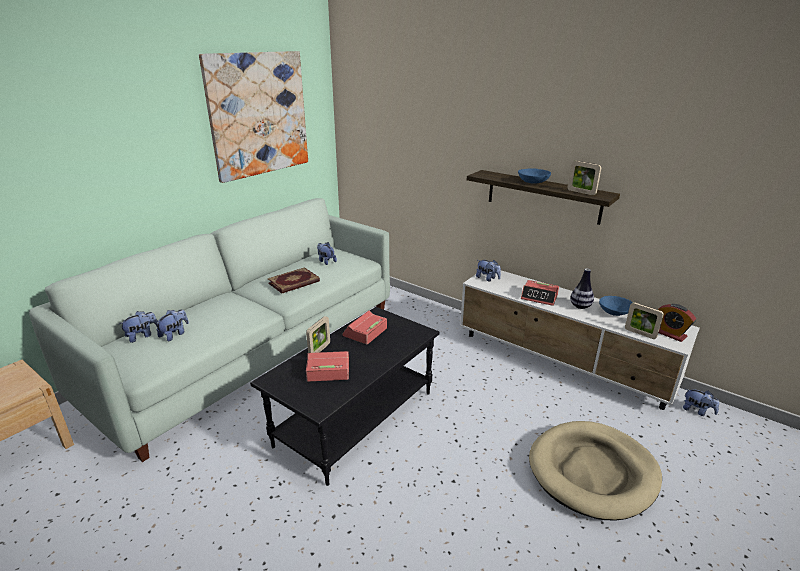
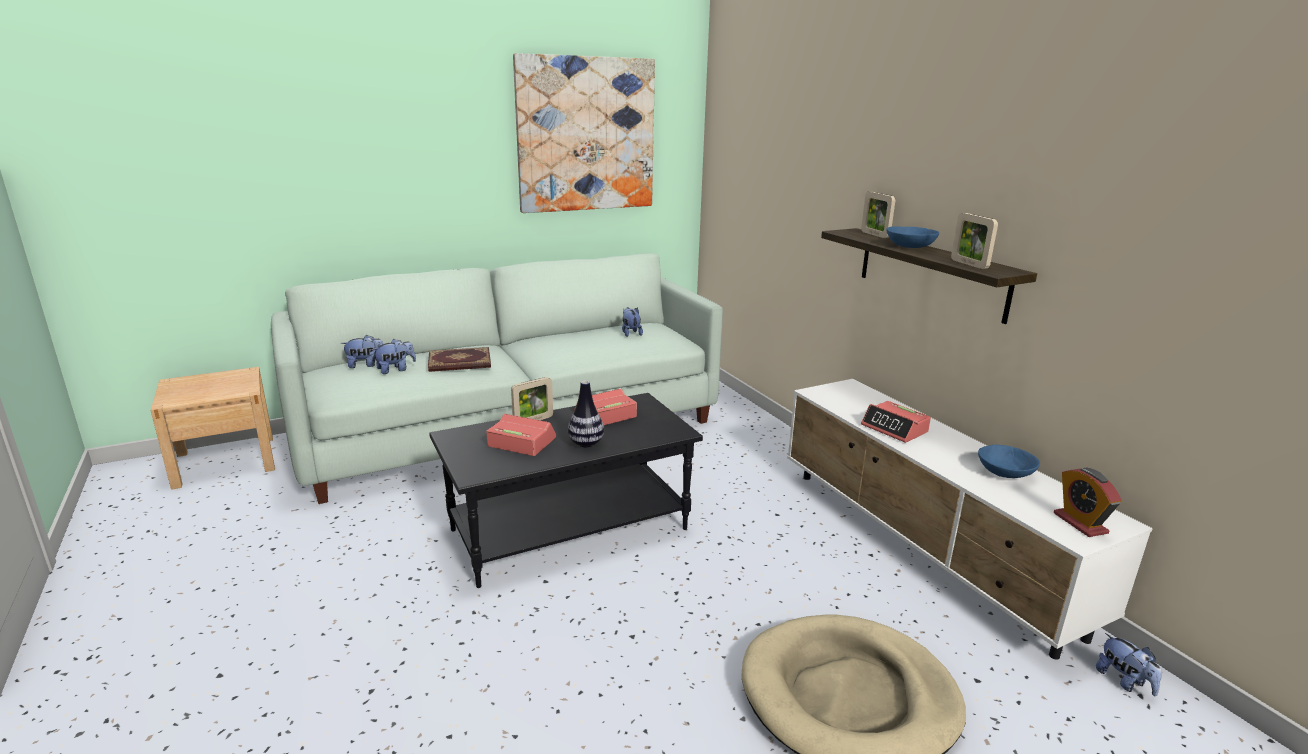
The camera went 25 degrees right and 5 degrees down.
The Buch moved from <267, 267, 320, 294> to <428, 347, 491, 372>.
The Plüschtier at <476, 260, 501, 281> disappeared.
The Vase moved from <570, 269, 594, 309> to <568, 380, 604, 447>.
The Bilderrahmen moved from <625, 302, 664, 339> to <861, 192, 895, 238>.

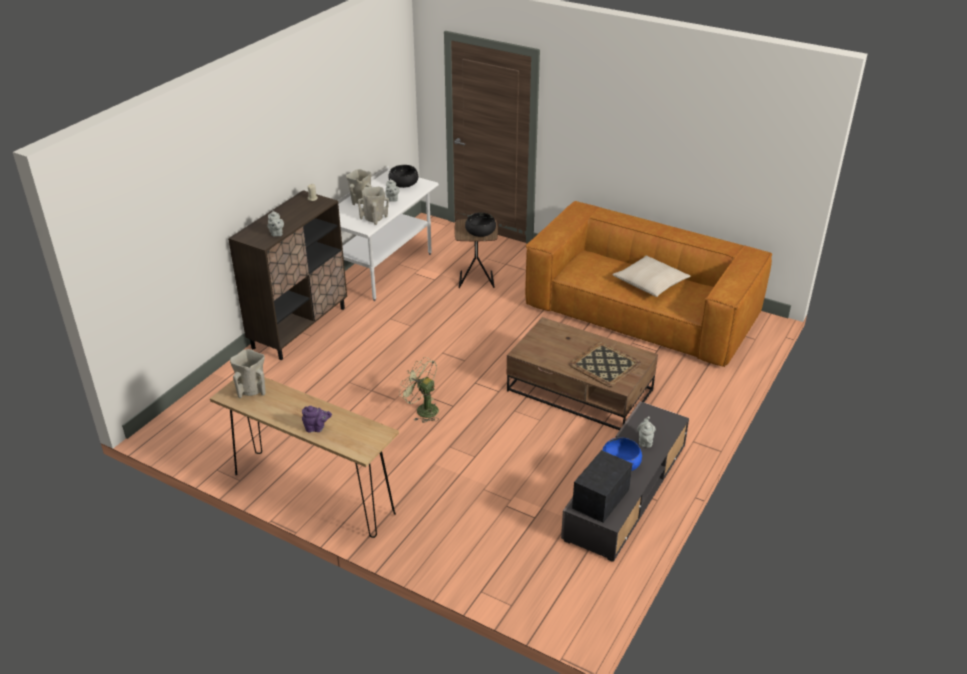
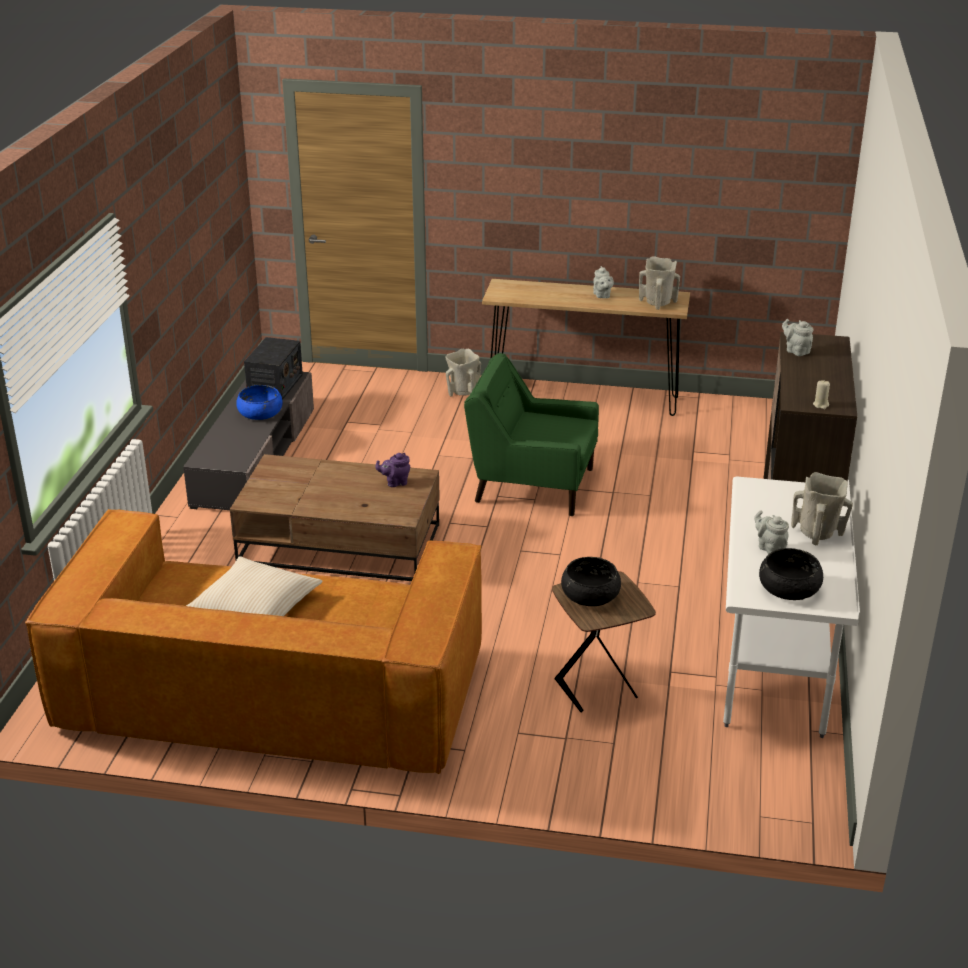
The camera went 160 degrees right and 5 degrees down.
The Teekanne/lila moved from <302, 406, 332, 432> to <375, 453, 410, 487>.
The Vase/beige moved from <358, 187, 389, 225> to <445, 349, 481, 397>.
The Ventilator/grün at <399, 357, 439, 423> was replaced by the Sessel/grün at <464, 353, 599, 516>.
The Tablett at <569, 342, 641, 387> disappeared.
The Teekanne/grau moved from <637, 416, 656, 448> to <593, 266, 614, 298>.

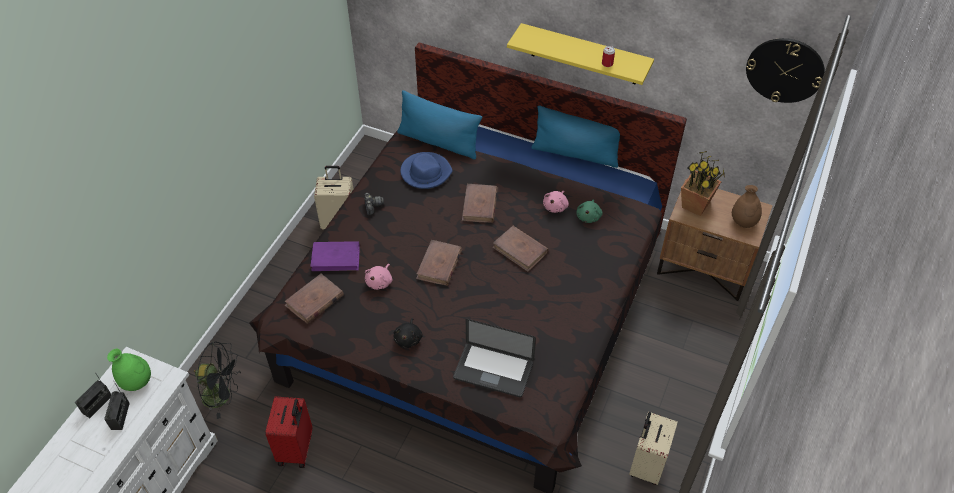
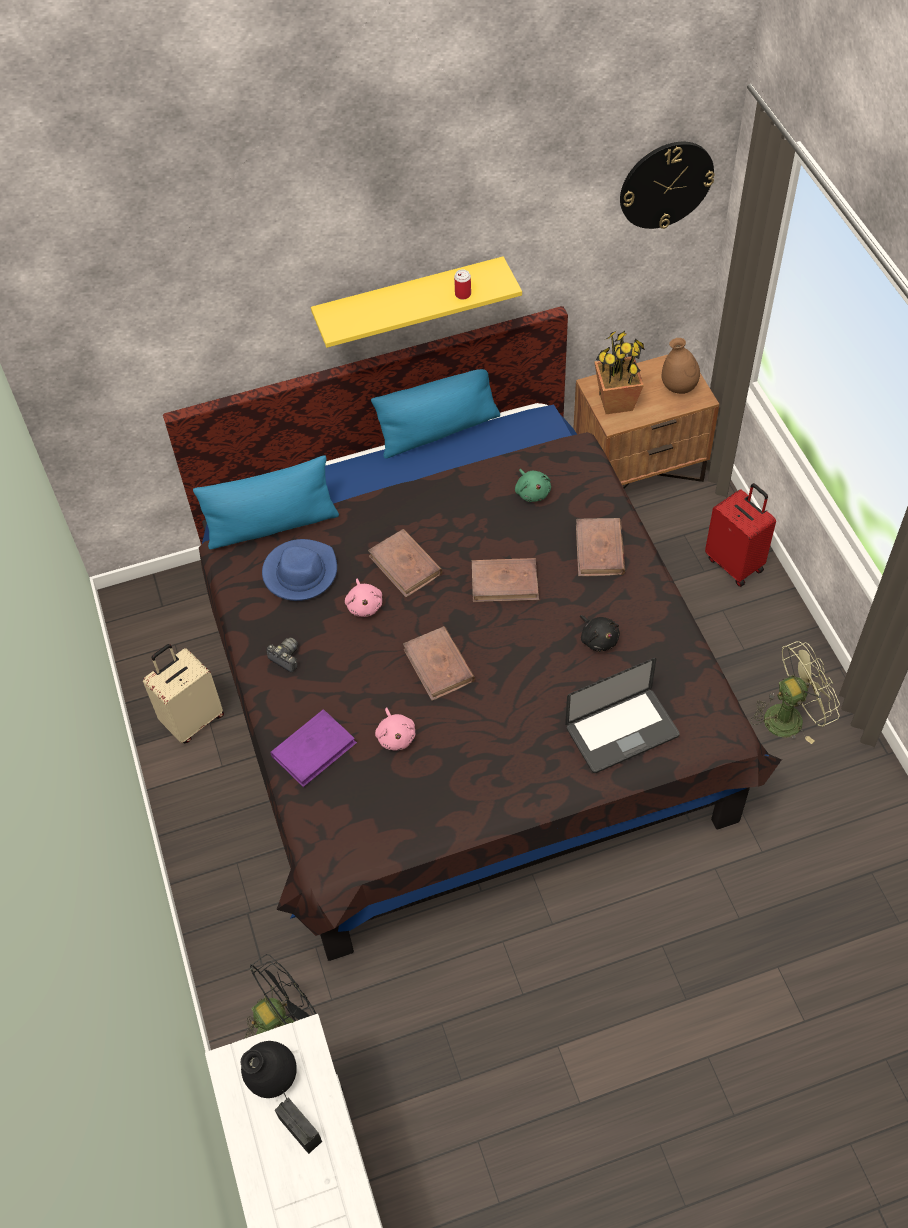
The camera went 40 degrees left and 5 degrees up.
The Radio at <75, 372, 111, 418> disappeared.
The Vase/grün at <107, 349, 151, 391> became the Vase/schwarz at <241, 1041, 297, 1098>.
The Koffer/rot moved from <265, 396, 313, 468> to <705, 483, 776, 587>.
The Buch/braun moved from <285, 274, 344, 324> to <576, 518, 625, 577>.
The Plüschtier/schwarz moved from <393, 318, 423, 348> to <580, 615, 620, 652>.
The Plüschtier/rosa moved from <543, 191, 569, 213> to <345, 579, 382, 617>.
The Koffer/beige at <629, 412, 678, 485> was replaced by the Ventilator/grün at <751, 641, 840, 744>.

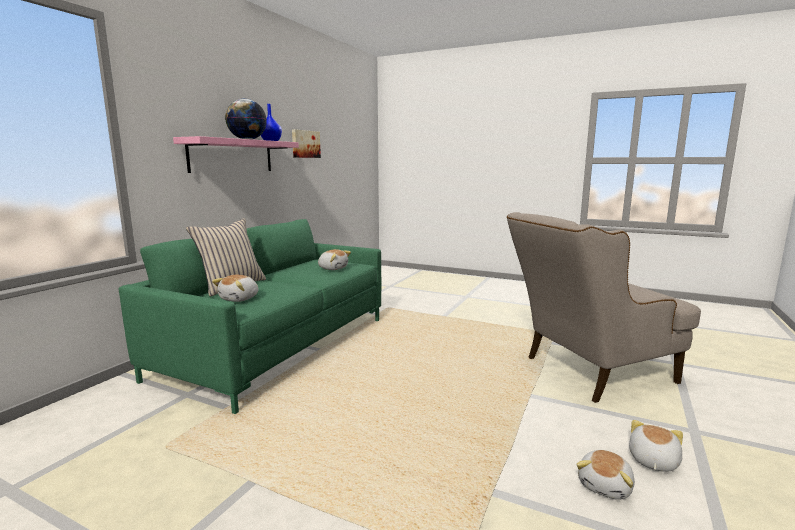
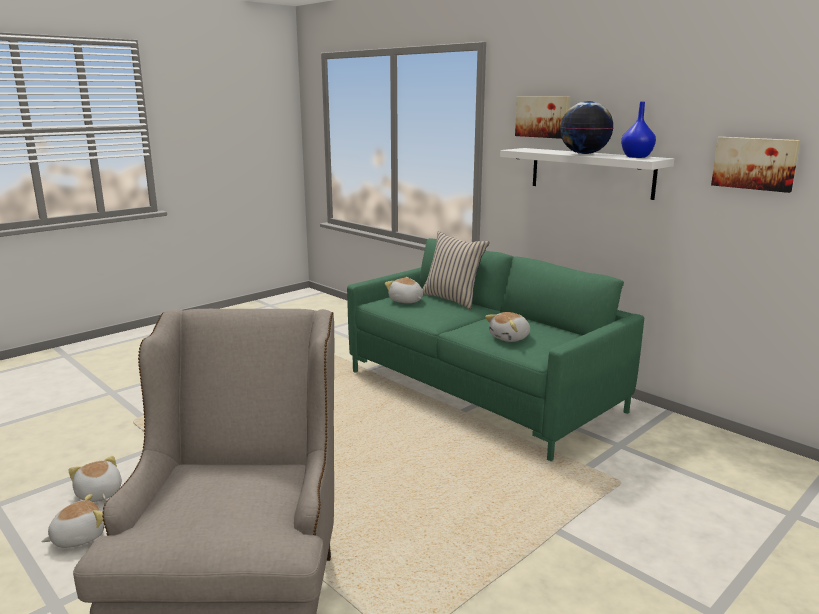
The camera went 110 degrees right and 5 degrees up.
The Wandregal/rosa at <173, 136, 299, 173> became the Wandregal/weiß at <500, 148, 674, 200>.
The Plüschtier at <629, 420, 683, 472> turned 90 degrees counterclockwise.
The Bild at <515, 96, 571, 139> appeared.

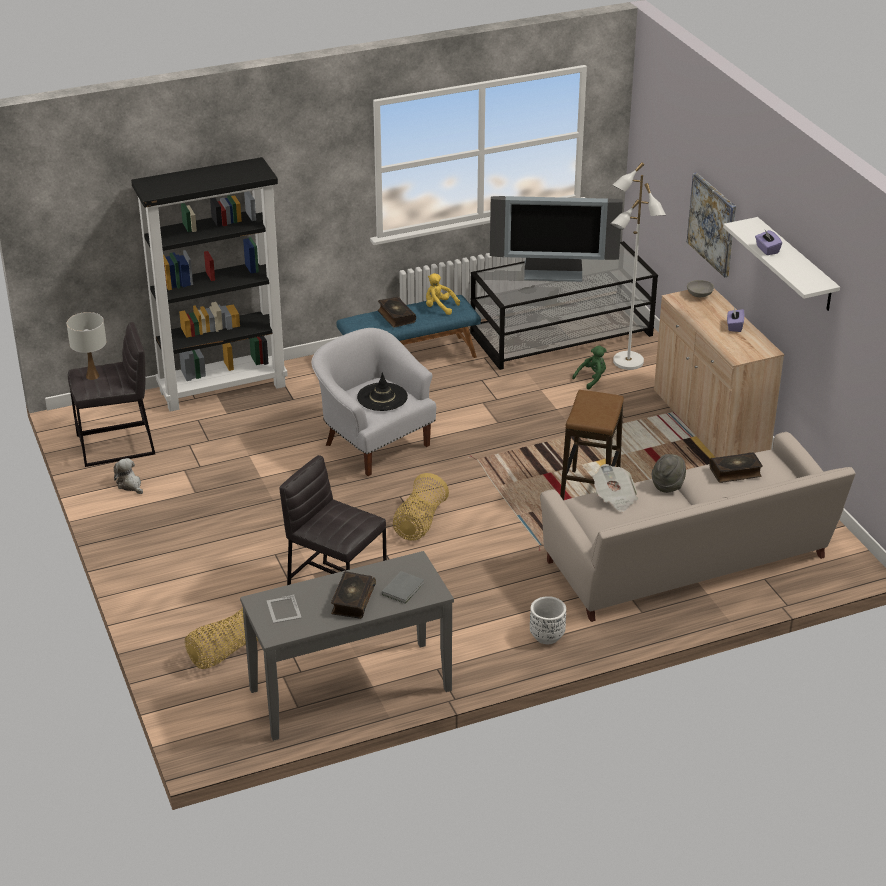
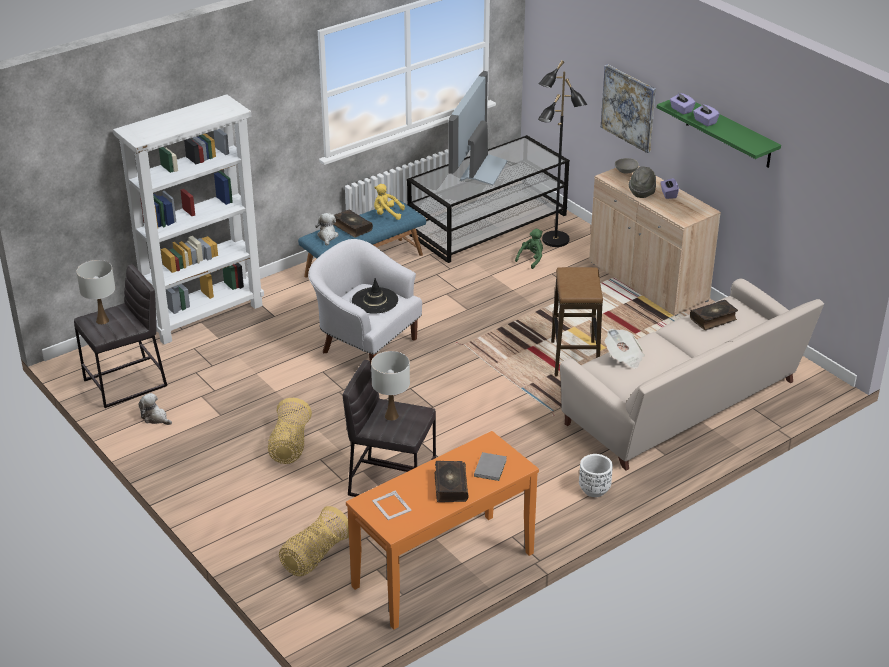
The camera went 15 degrees left and 0 degrees up.
The Bücherregal/schwarz at <131, 157, 288, 412> became the Bücherregal/weiß at <113, 94, 264, 345>.
The Konsolentisch/grau at <240, 551, 454, 741> became the Konsolentisch/orange at <346, 431, 539, 629>.
The Korb moved from <393, 473, 449, 541> to <268, 398, 312, 464>.
The Fernseher at <490, 196, 623, 282> turned 120 degrees clockwise.
The Stehlampe/weiß at <611, 162, 666, 370> became the Stehlampe/schwarz at <538, 60, 587, 247>.
The Hut/grau moved from <652, 454, 686, 493> to <629, 166, 656, 198>.
The Wandregal/weiß at <723, 217, 840, 311> became the Wandregal/grün at <657, 100, 781, 168>.
The Plüschtier at <315, 213, 339, 246> appeared.
The Tischlampe/weiß at <371, 351, 410, 421> appeared.
The Taschentuchbox/lila at <670, 92, 696, 114> appeared.

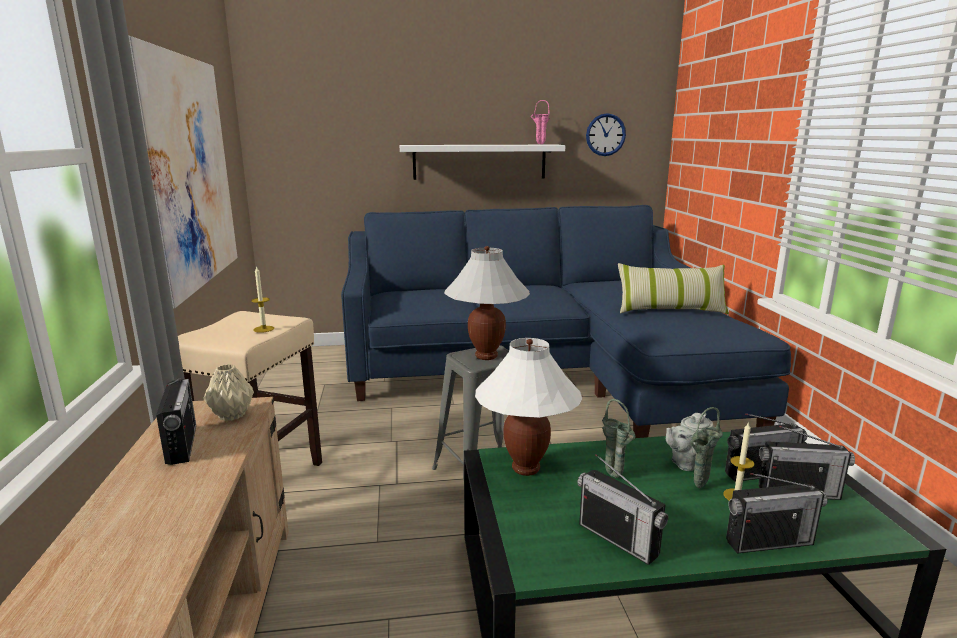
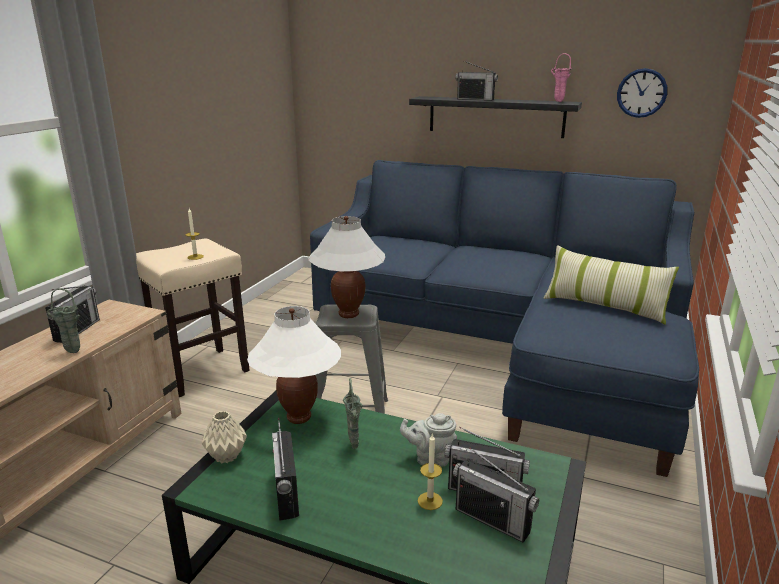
The camera went 30 degrees right and 5 degrees up.
The Bild at <129, 36, 238, 309> disappeared.
The Vase/beige moved from <203, 364, 254, 421> to <202, 411, 247, 463>.
The Wandregal/weiß at <399, 145, 565, 180> became the Wandregal/schwarz at <409, 96, 582, 138>.
The Vase/grün moved from <690, 407, 723, 488> to <47, 288, 80, 353>.
The Radio moved from <726, 473, 828, 554> to <456, 61, 498, 100>.

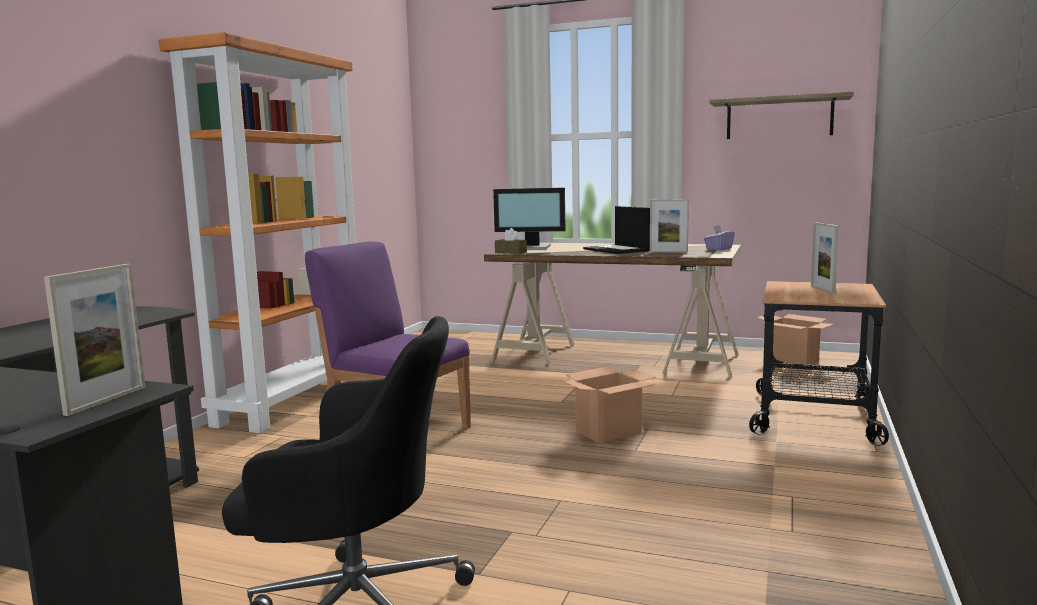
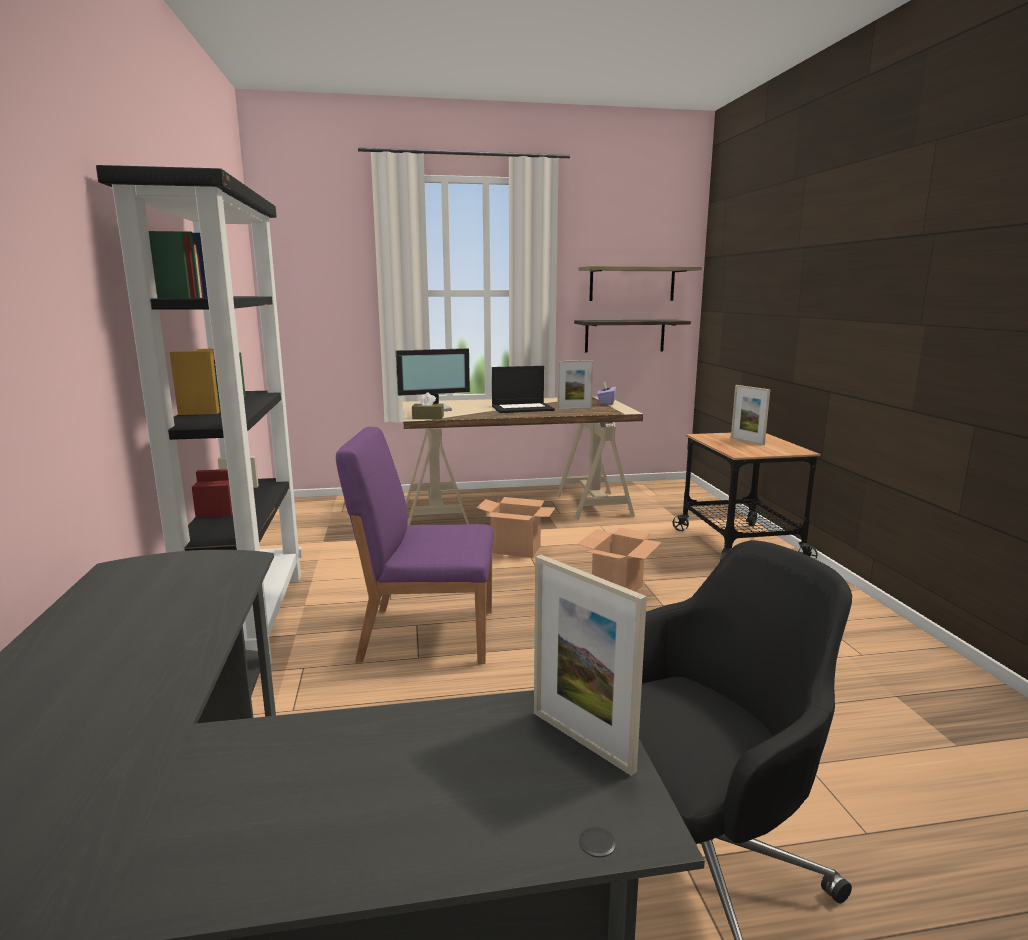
The camera went 30 degrees left and 5 degrees up.
The Bilderrahmen at <44, 264, 146, 416> turned 150 degrees clockwise.
The Bücherregal/orange at <159, 32, 356, 433> became the Bücherregal/schwarz at <96, 165, 303, 664>.
The Laptop at <583, 206, 650, 254> turned 45 degrees counterclockwise.
The Karton moved from <757, 314, 835, 365> to <476, 497, 556, 558>.
The Wandregal at <574, 319, 691, 353> appeared.

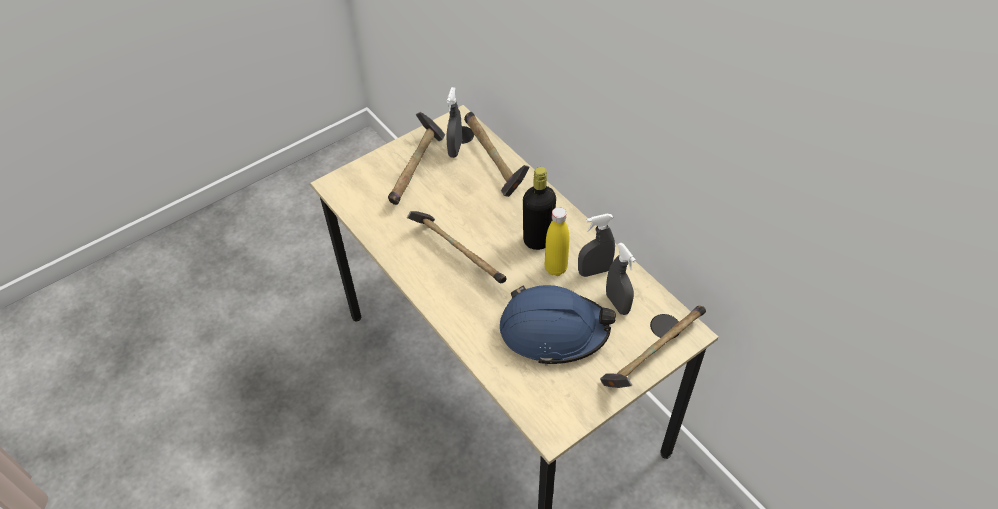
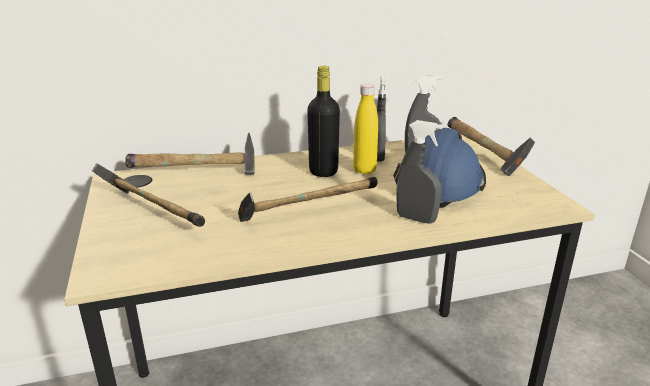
The camera went 70 degrees left and 25 degrees down.
The Sprühflasche/grau moved from <446, 87, 462, 158> to <396, 120, 443, 224>.

